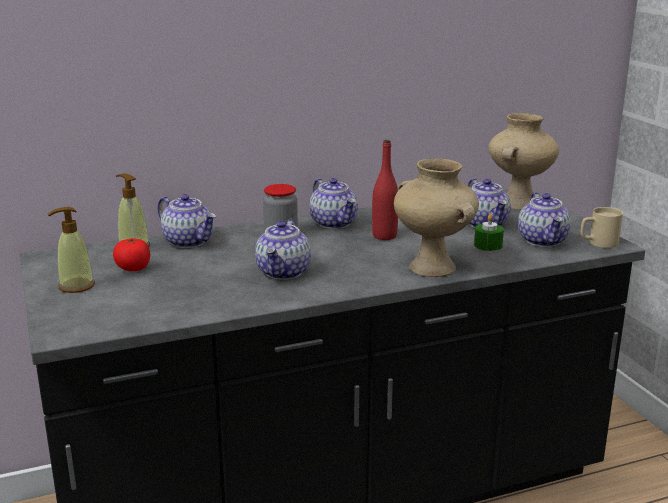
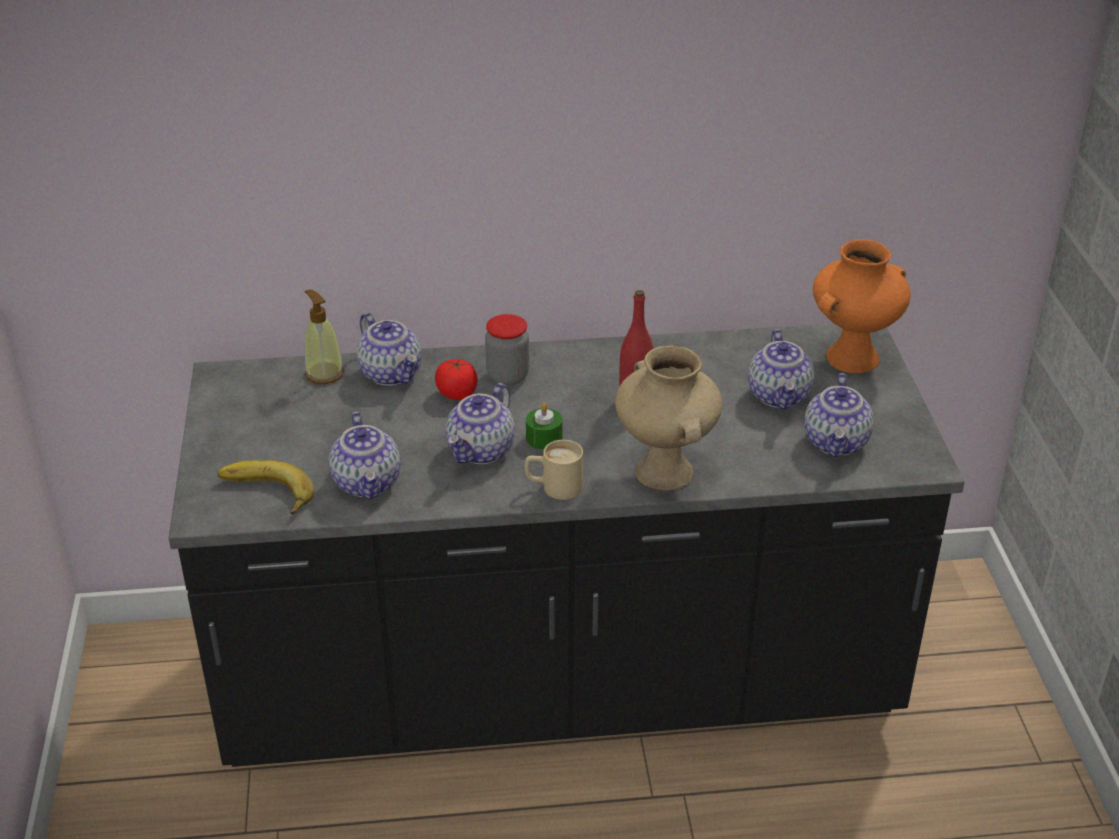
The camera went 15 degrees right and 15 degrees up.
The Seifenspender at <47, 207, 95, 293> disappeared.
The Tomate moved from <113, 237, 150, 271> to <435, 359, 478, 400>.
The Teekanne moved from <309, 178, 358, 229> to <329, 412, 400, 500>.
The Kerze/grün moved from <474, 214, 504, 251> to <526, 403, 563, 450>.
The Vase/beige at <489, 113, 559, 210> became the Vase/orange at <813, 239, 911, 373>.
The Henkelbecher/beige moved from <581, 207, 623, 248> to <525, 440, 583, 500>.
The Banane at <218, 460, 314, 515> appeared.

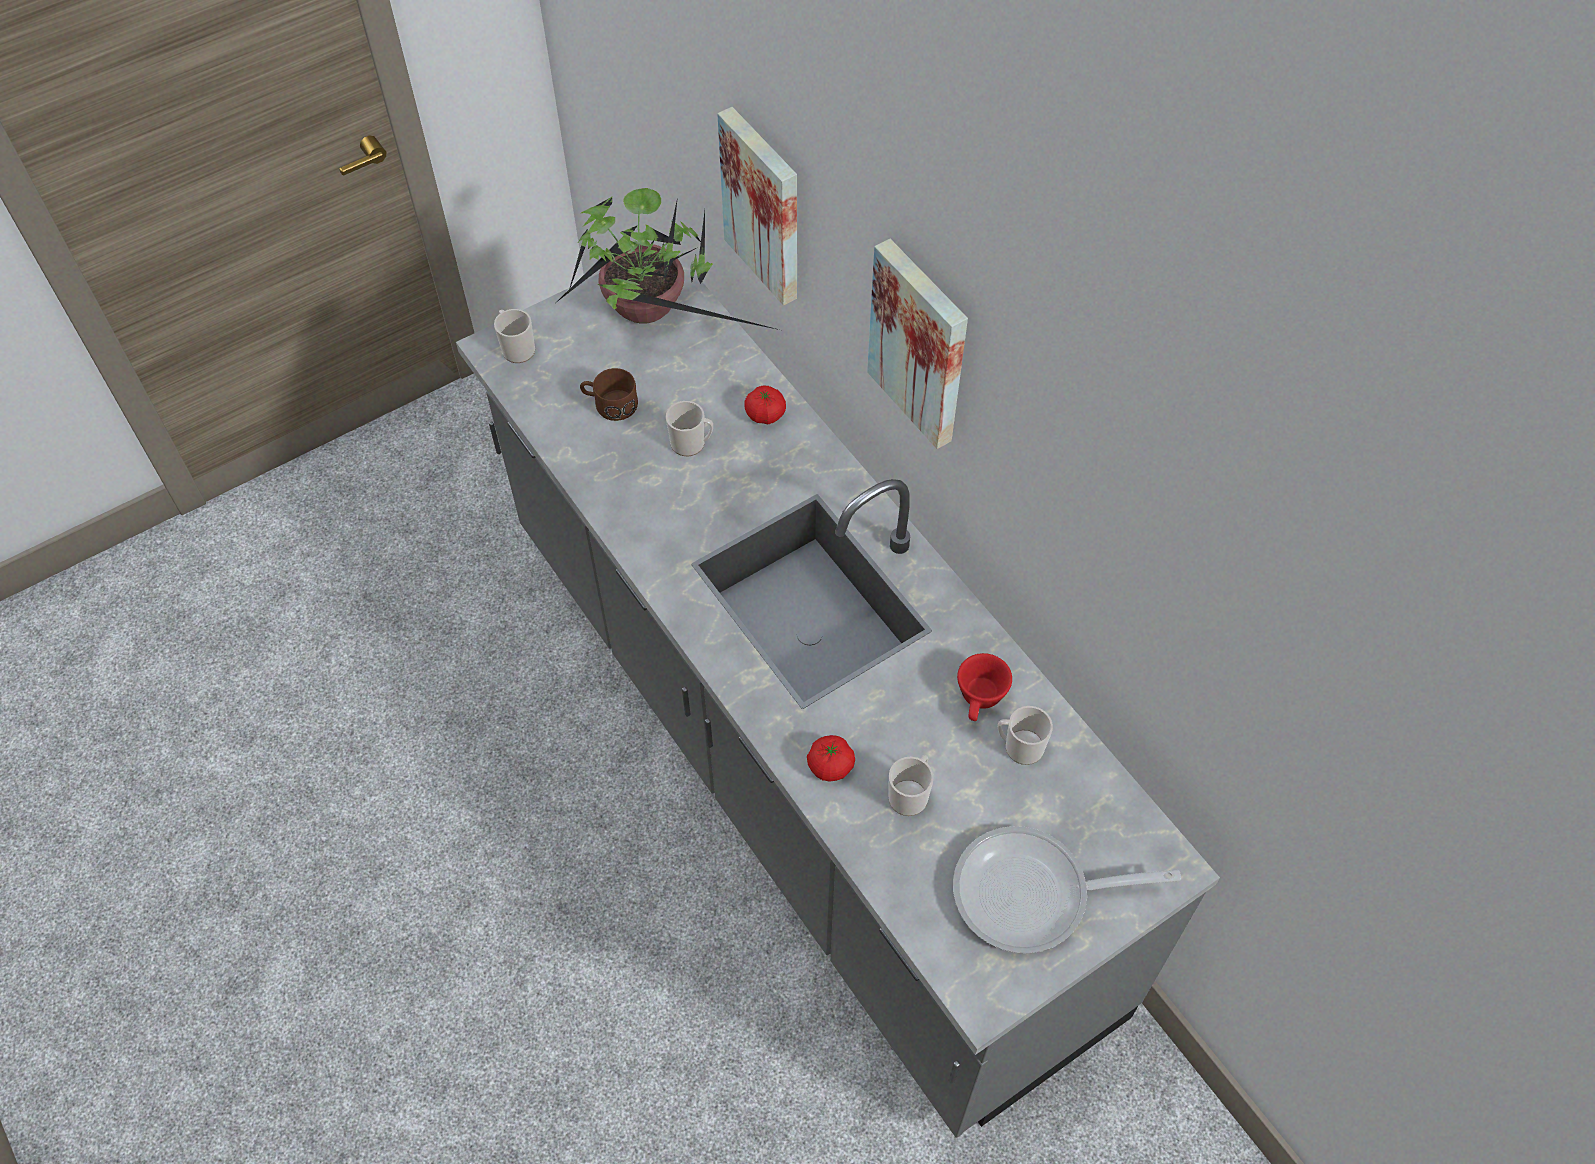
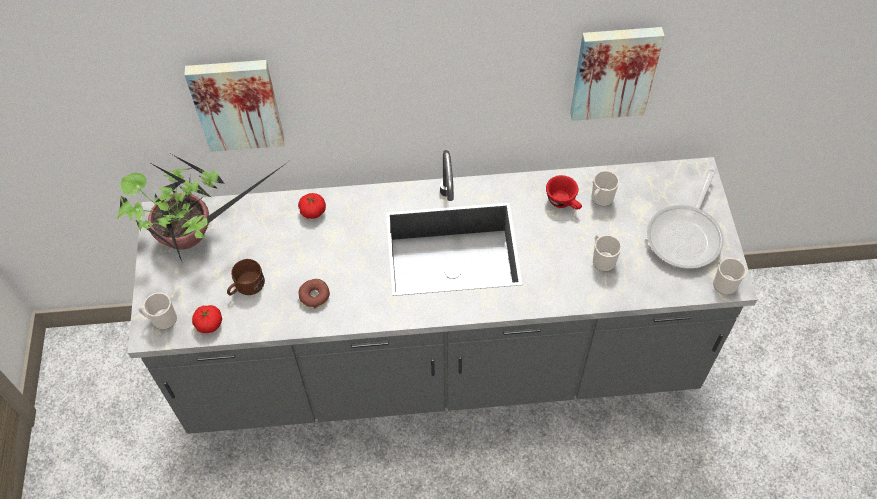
The camera went 60 degrees left and 0 degrees up.
The Henkelbecher moved from <666, 401, 713, 456> to <713, 258, 746, 295>.
The Tomate moved from <807, 735, 855, 782> to <192, 305, 222, 333>.
The Bild moved from <867, 239, 968, 449> to <570, 27, 664, 121>.
The Donut at <299, 279, 330, 308> appeared.

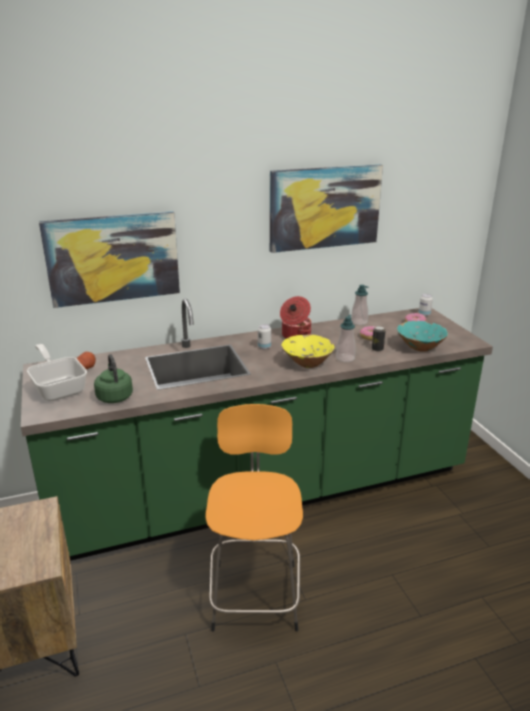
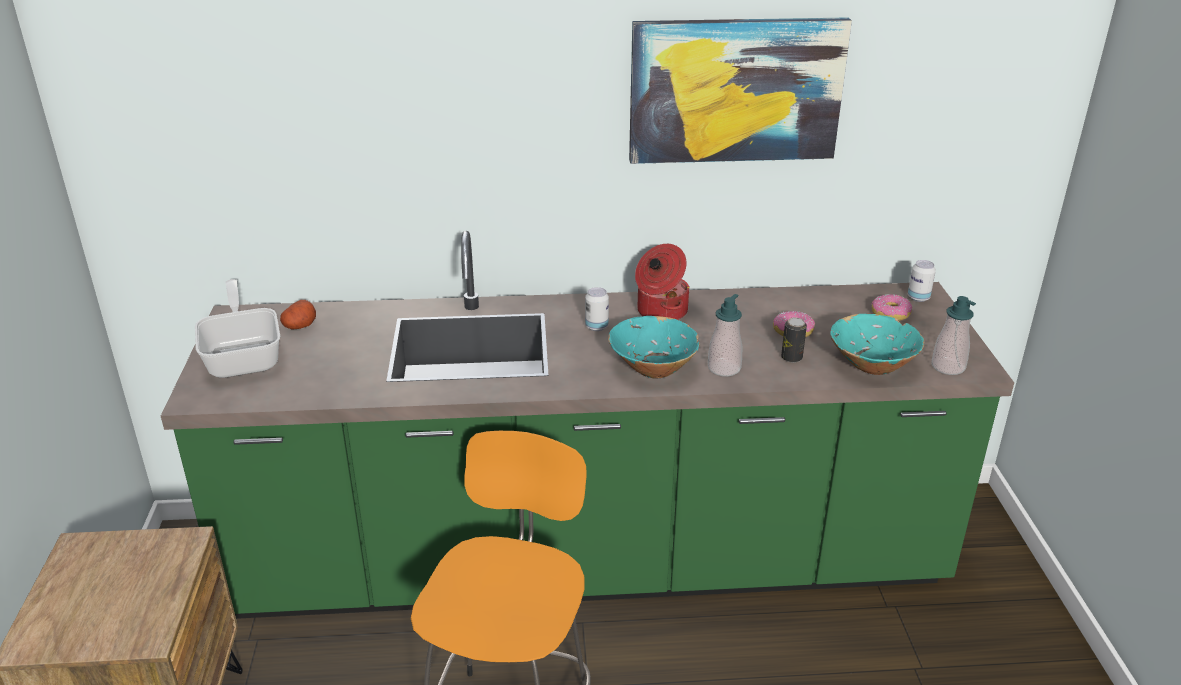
The camera went 15 degrees right and 5 degrees up.
The Bild at <39, 211, 180, 308> disappeared.
The Wasserkessel/grün at <94, 354, 133, 403> disappeared.
The Schüssel/gelb at <281, 335, 334, 368> became the Schüssel/türkis at <608, 316, 700, 378>.
The Seifenspender moved from <351, 285, 368, 325> to <932, 296, 976, 375>.

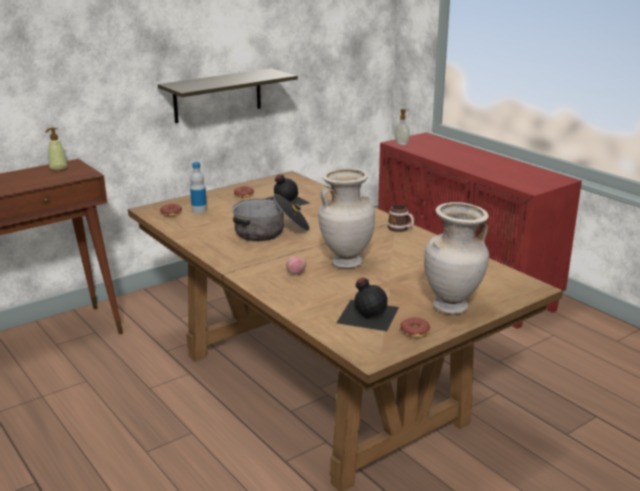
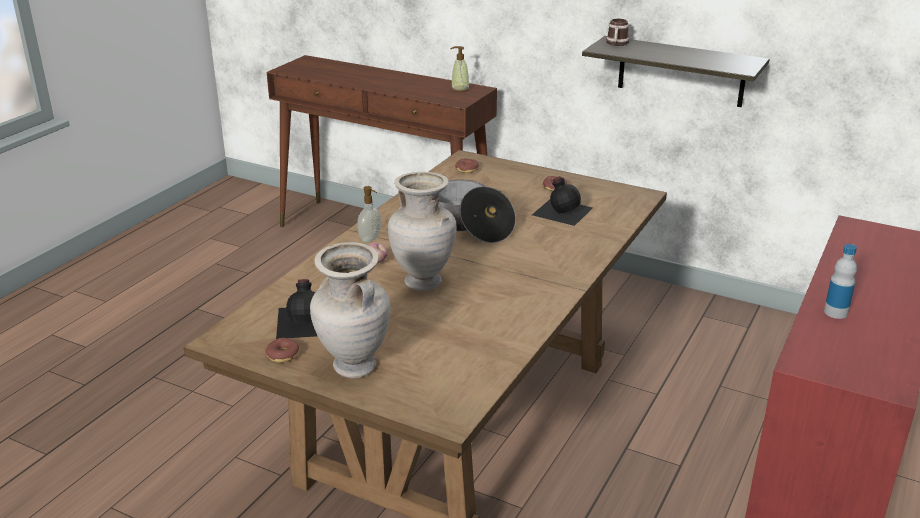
The camera went 65 degrees right and 5 degrees up.
The Flasche moved from <190, 162, 207, 214> to <824, 244, 857, 319>.
The Henkelbecher moved from <387, 205, 414, 232> to <606, 19, 629, 46>.
The Seifenspender moved from <395, 109, 410, 145> to <357, 186, 381, 242>.

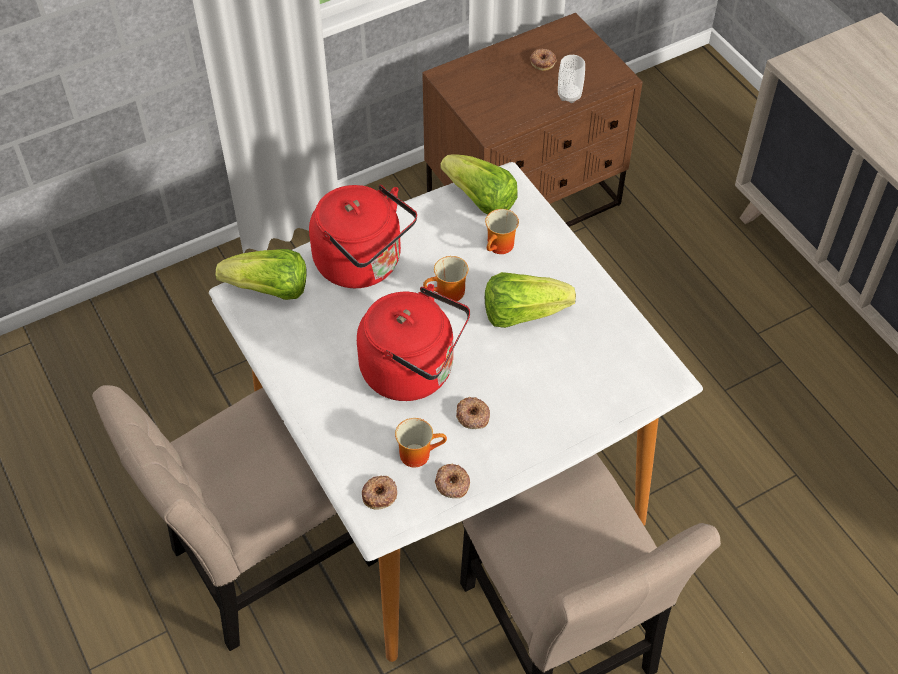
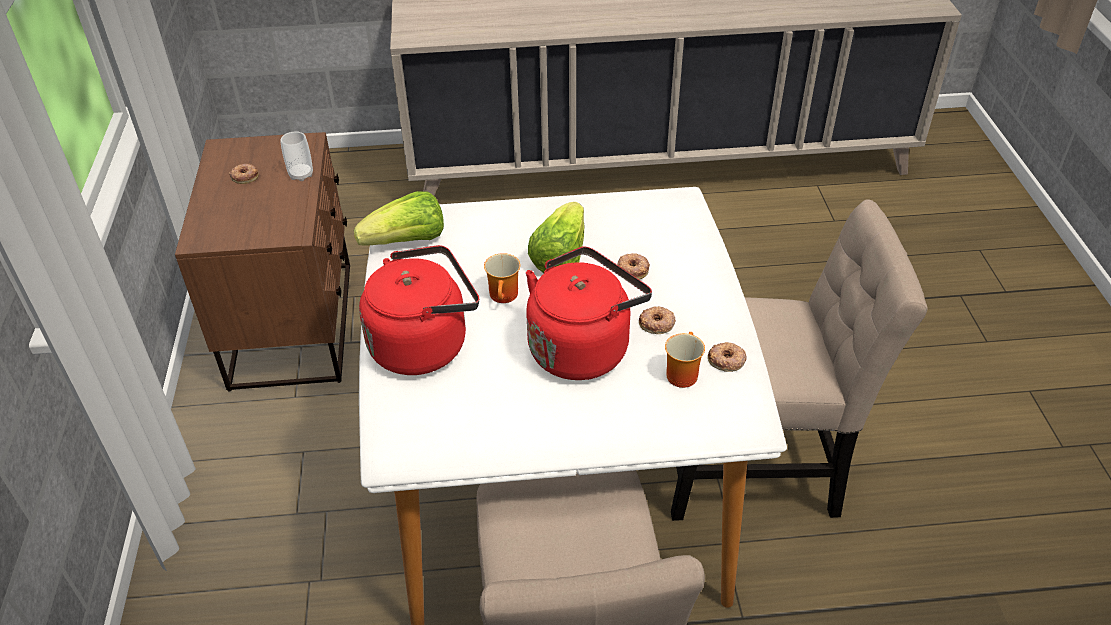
The camera went 65 degrees left and 10 degrees down.
The Salatkopf at <216, 249, 307, 300> disappeared.
The Donut moved from <362, 476, 397, 510> to <617, 253, 650, 280>.
The Henkelbecher at <485, 209, 519, 254> disappeared.

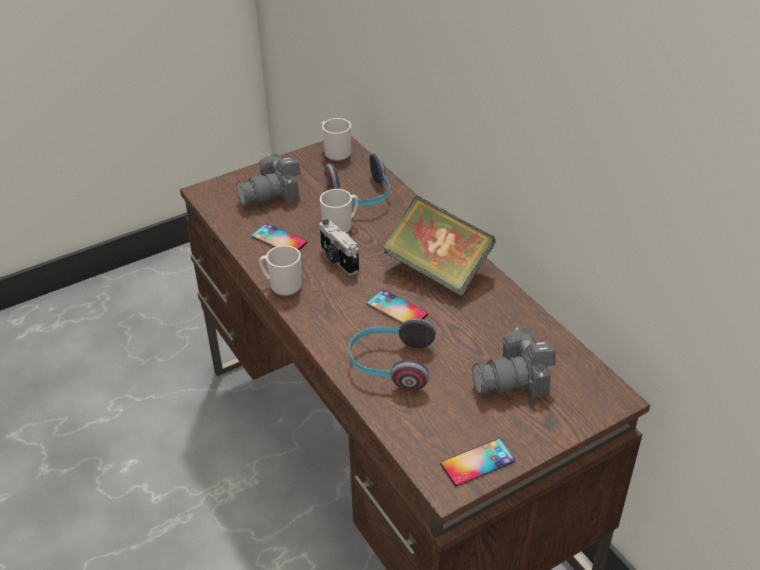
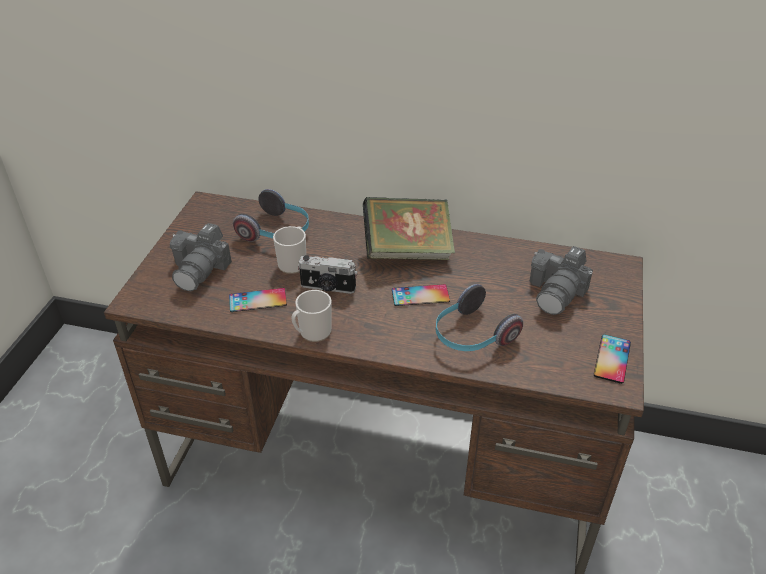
The camera went 45 degrees left and 0 degrees up.
The Henkelbecher at <320, 118, 351, 161> disappeared.

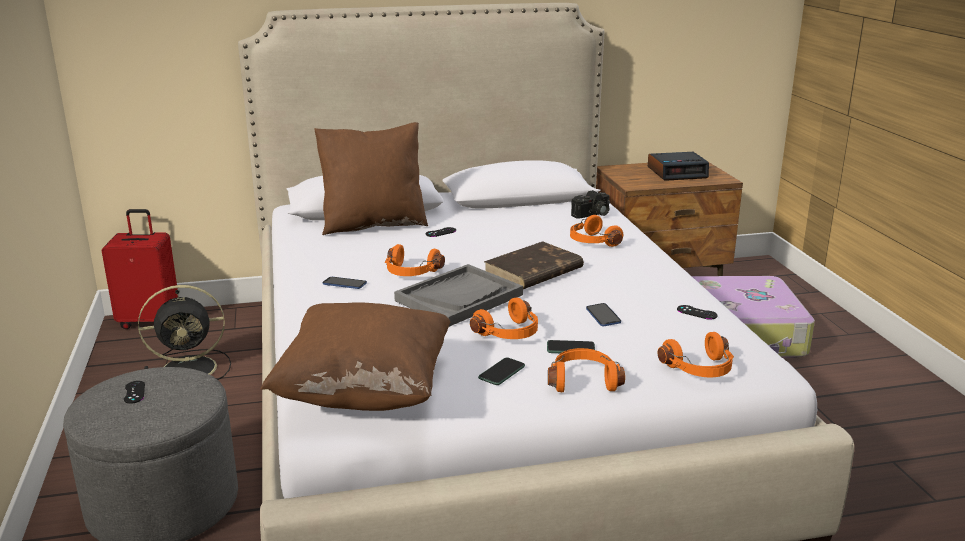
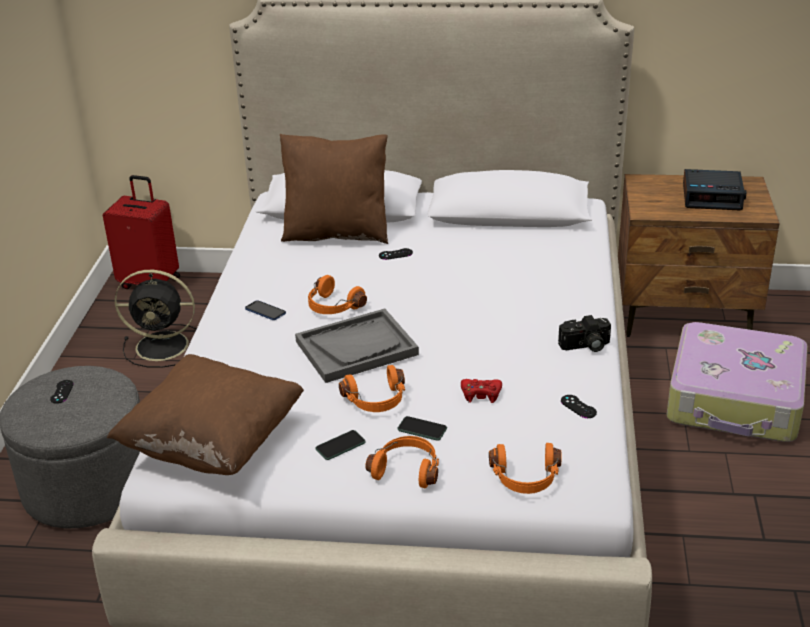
The camera went 20 degrees right and 10 degrees up.
The Buch/braun at <484, 241, 584, 289> disappeared.
The Kopfhörer/orange at <570, 215, 623, 247> disappeared.
The Kamera moved from <571, 190, 610, 219> to <558, 315, 611, 352>.
The Handy at <586, 303, 621, 326> was replaced by the Gamepad/rot at <461, 379, 502, 403>.

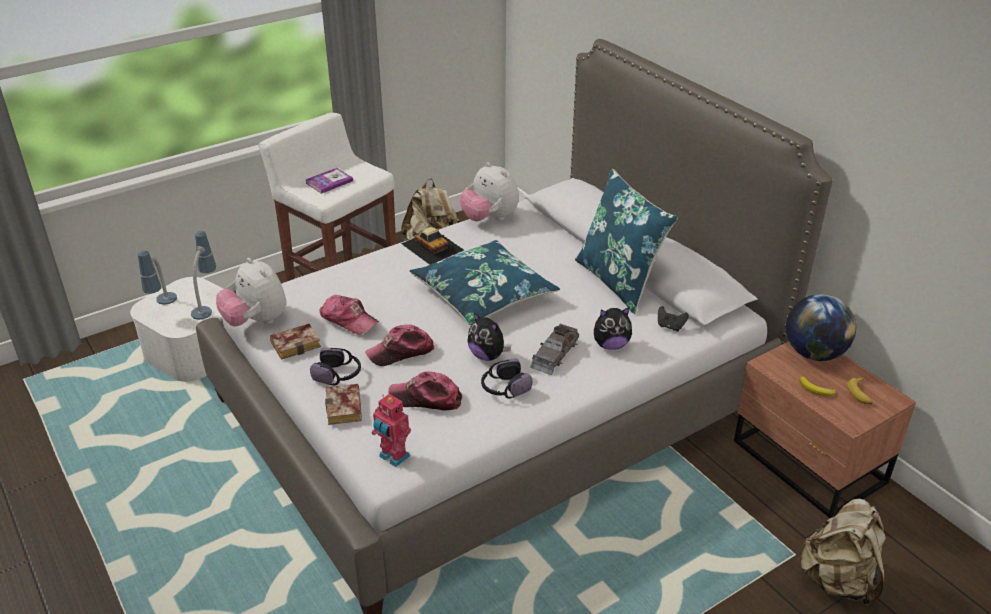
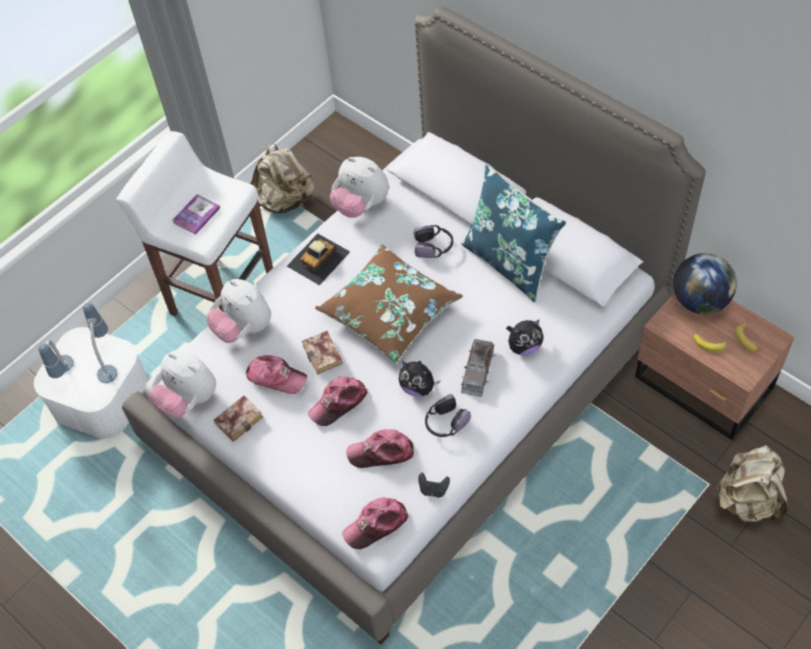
The camera went 10 degrees left and 20 degrees up.
The Kopfhörer moved from <310, 348, 361, 385> to <414, 225, 453, 258>.
The Buch moved from <325, 384, 362, 425> to <302, 331, 343, 375>.
The Spielzeugroboter at <372, 394, 411, 467> was replaced by the Kappe at <342, 497, 408, 549>.
The Spielzeugauto at <401, 227, 464, 265> turned 90 degrees clockwise.
The Kissen/blau at <410, 240, 560, 325> became the Kissen/braun at <315, 245, 463, 364>.
The Gamepad/schwarz moved from <658, 306, 689, 331> to <418, 473, 450, 498>.
The Plüschtier at <206, 279, 271, 343> appeared.

